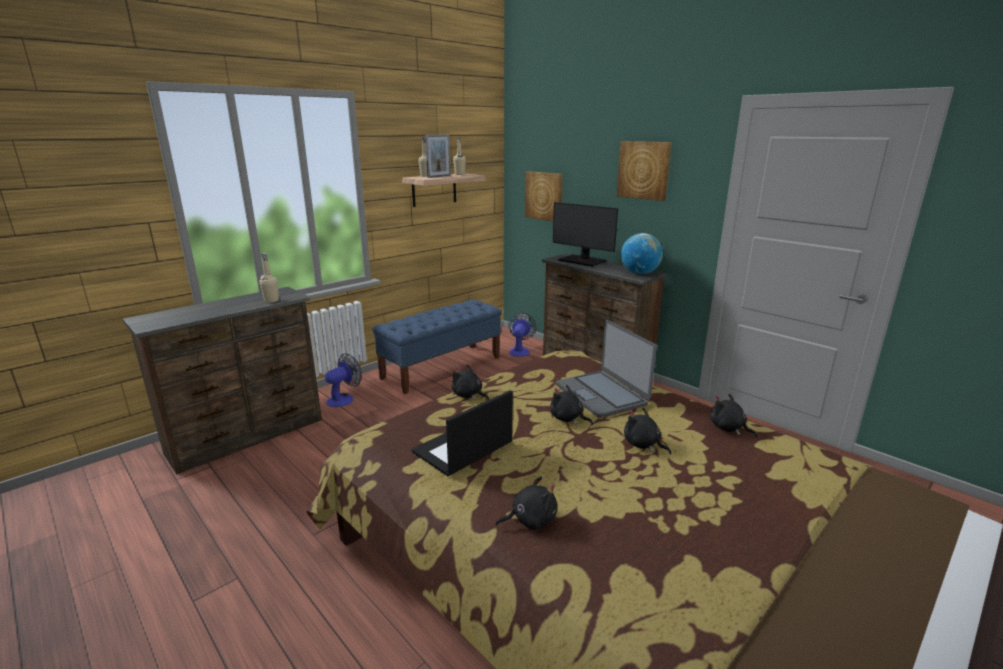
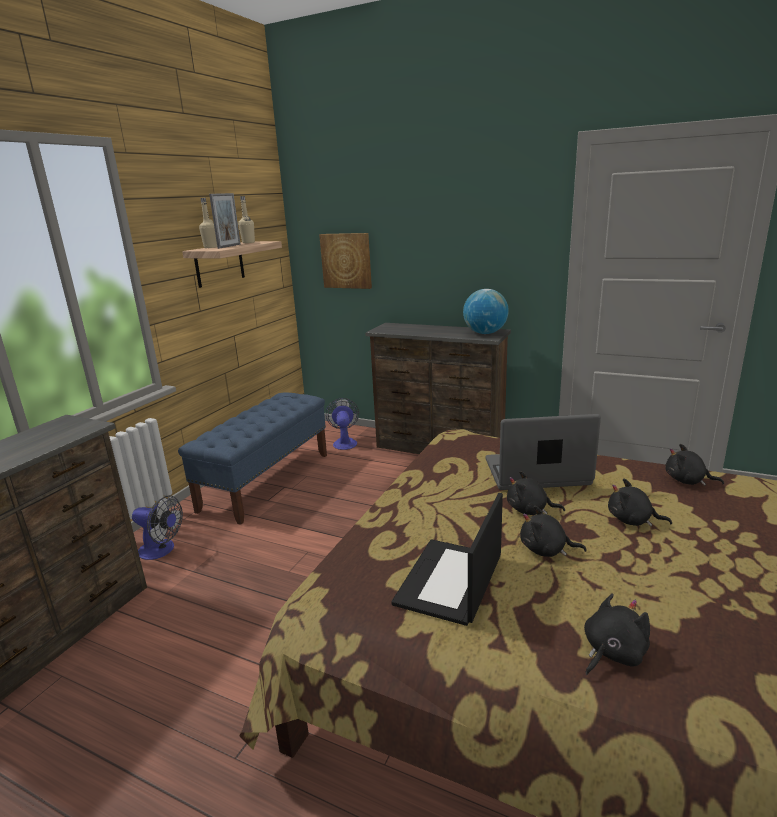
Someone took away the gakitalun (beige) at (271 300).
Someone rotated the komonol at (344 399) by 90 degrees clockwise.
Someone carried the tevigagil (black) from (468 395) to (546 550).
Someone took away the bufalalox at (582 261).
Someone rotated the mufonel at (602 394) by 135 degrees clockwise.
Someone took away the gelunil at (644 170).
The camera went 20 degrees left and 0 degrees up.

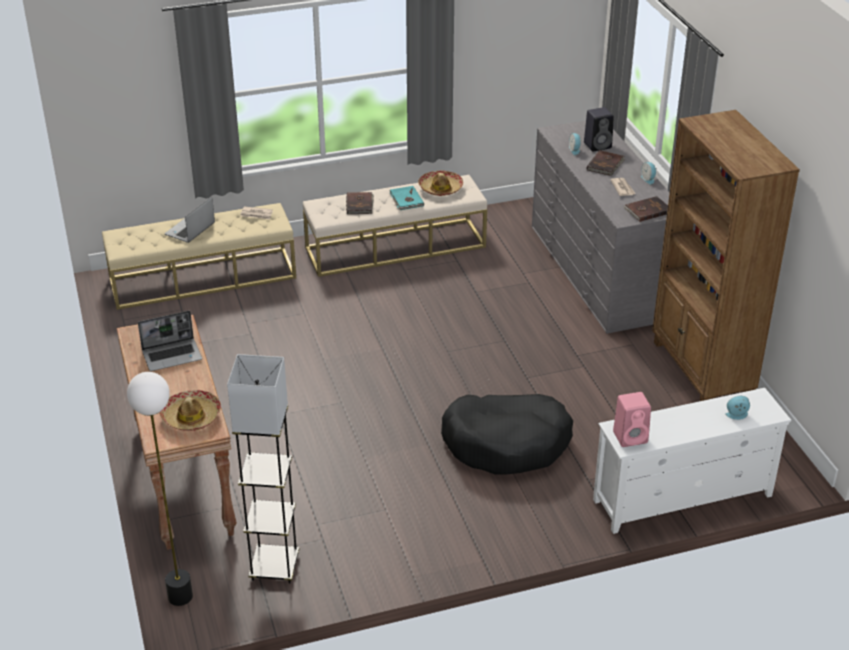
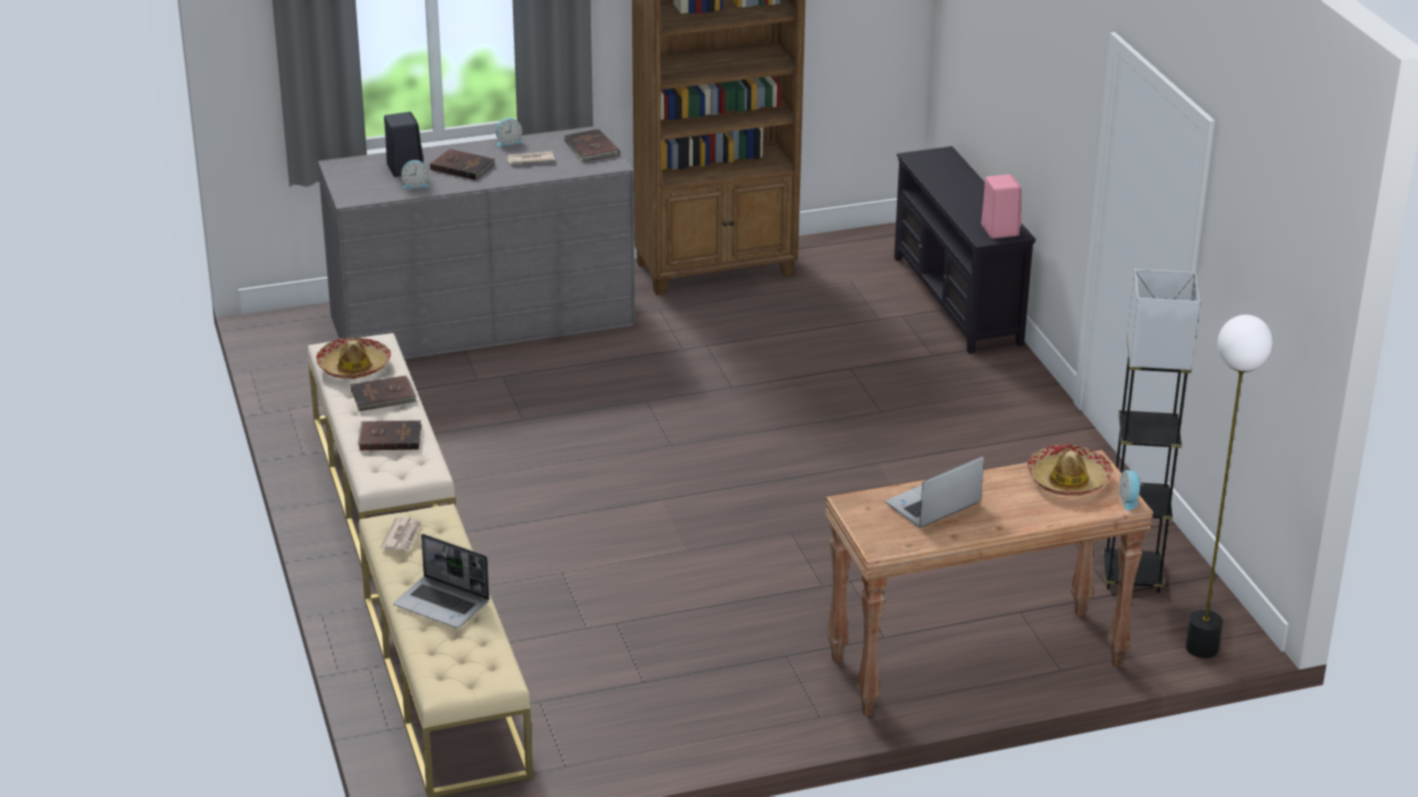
Someone rotated the mufonel at (172 355) by 105 degrees counterclockwise.
Someone repainted the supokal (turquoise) at (406 200), which became the supokal (brown) at (384 396).
Someone took away the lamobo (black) at (507 443).
Someone repainted the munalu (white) at (682 499), which became the munalu (black) at (957 301).
Someone carried the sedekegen from (737 415) to (1129 500).
The camera went 90 degrees left and 5 degrees down.

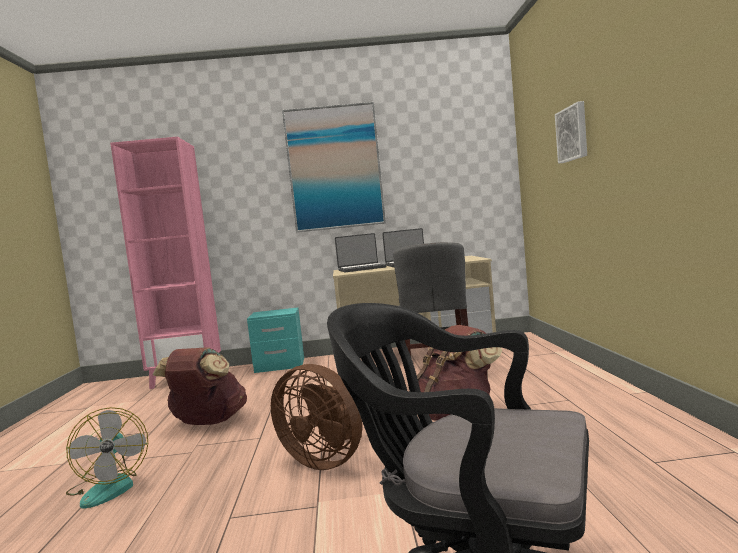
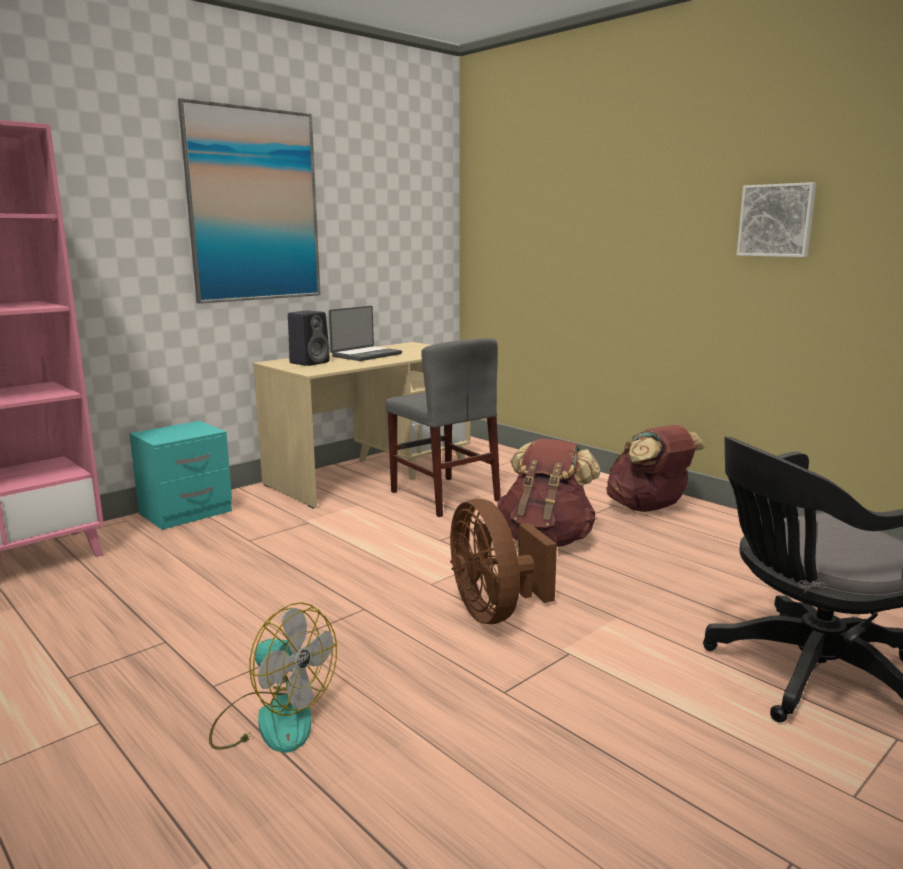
Someone carried the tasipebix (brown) from (208 422) to (648 508).
Someone rotated the komonol (brown) at (326 460) by 75 degrees clockwise.
Someone swapped the mufonel at (361 269) for the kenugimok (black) at (310 362).
Someone carried the gelunil from (573 133) to (776 220).
The camera went 40 degrees left and 10 degrees up.

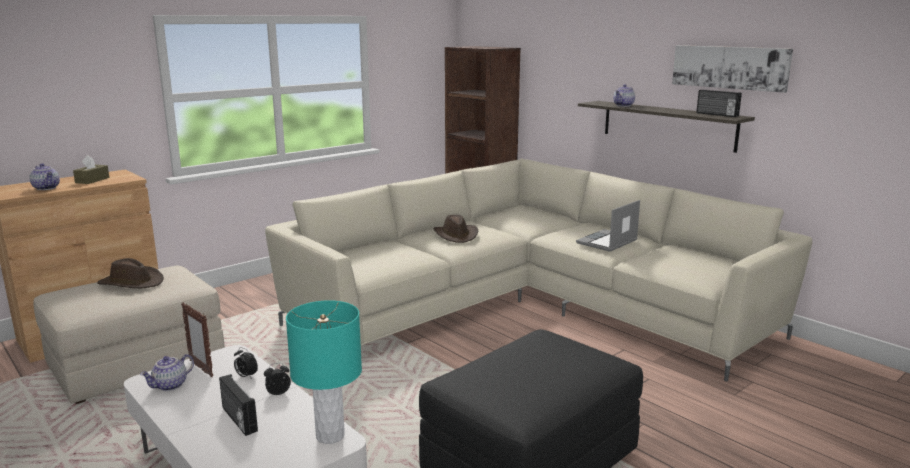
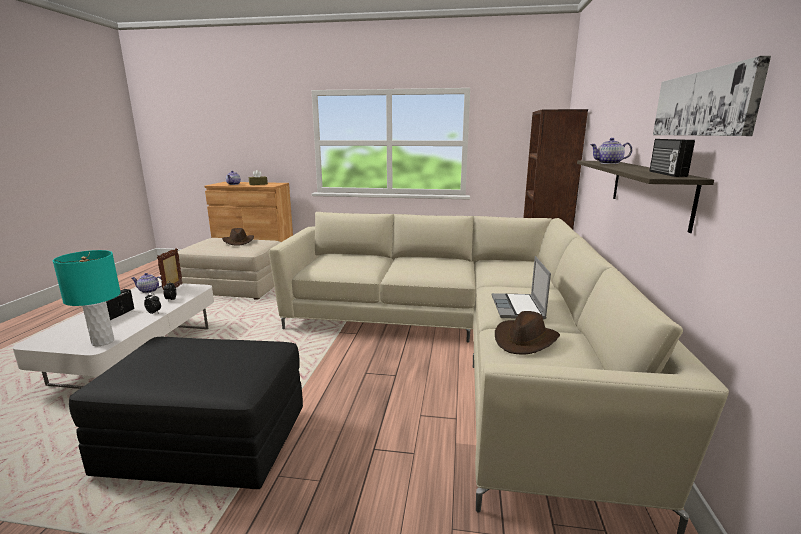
Someone carried the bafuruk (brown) from (456 235) to (525 340).
Someone rotated the mufonel at (607 242) by 90 degrees counterclockwise.
The camera went 50 degrees right and 0 degrees up.

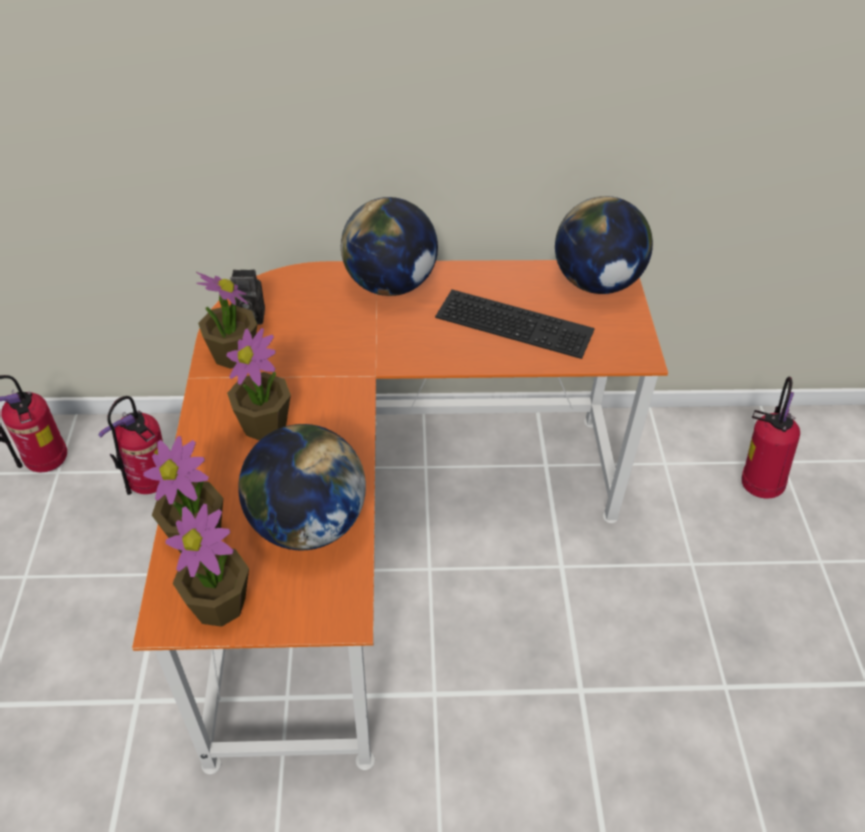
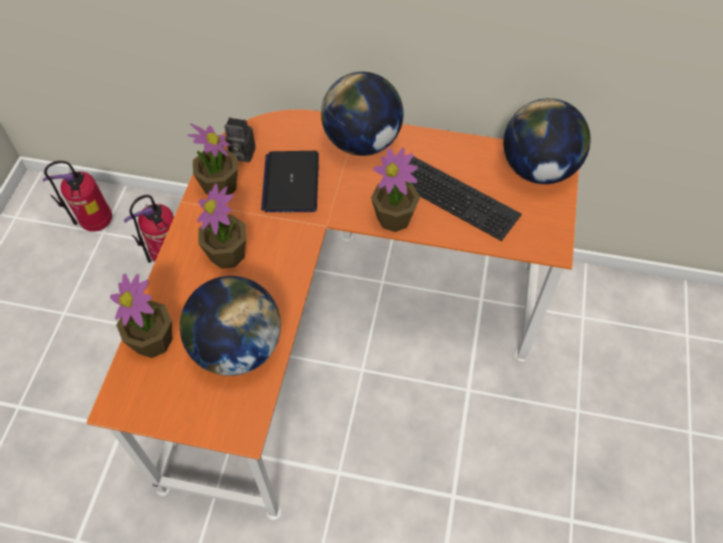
Someone carried the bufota from (219 604) to (394 218).
Someone took away the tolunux at (757 484).
Someone put down the mufonel at (291 182).
The camera went 15 degrees right and 10 degrees up.

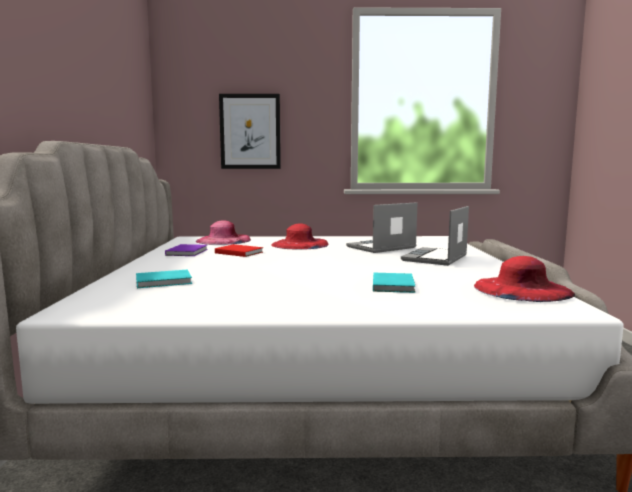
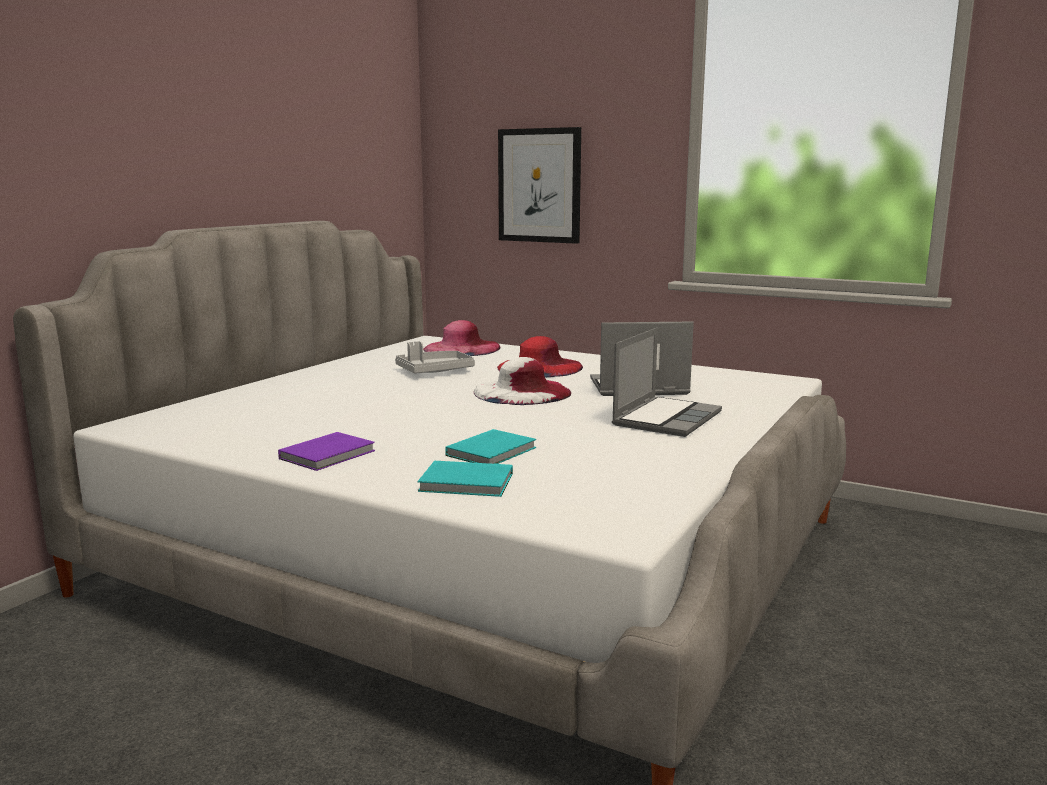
Someone carried the supokal (turquoise) from (165 281) to (468 483).
Someone carried the supokal (purple) from (188 252) to (330 454).
Someone swapped the supokal (red) at (238 252) for the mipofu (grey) at (434 371).
Someone rotated the mufonel at (435 258) by 150 degrees clockwise.
Someone took away the bafuruk (red) at (522 289).
Someone put down the bafuruk (white) at (522 392).
The camera went 30 degrees right and 5 degrees up.

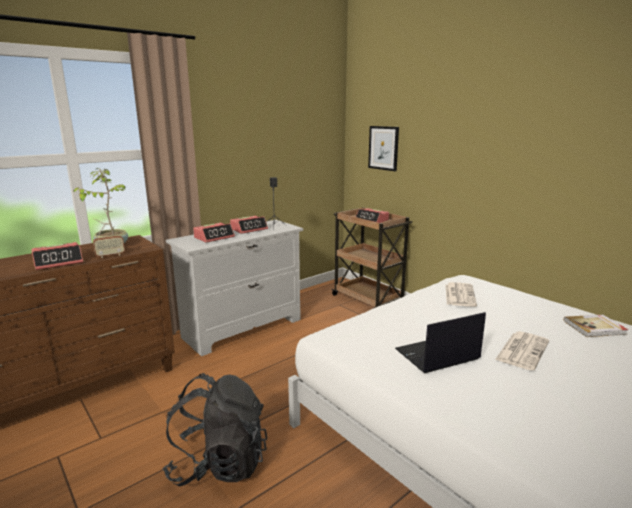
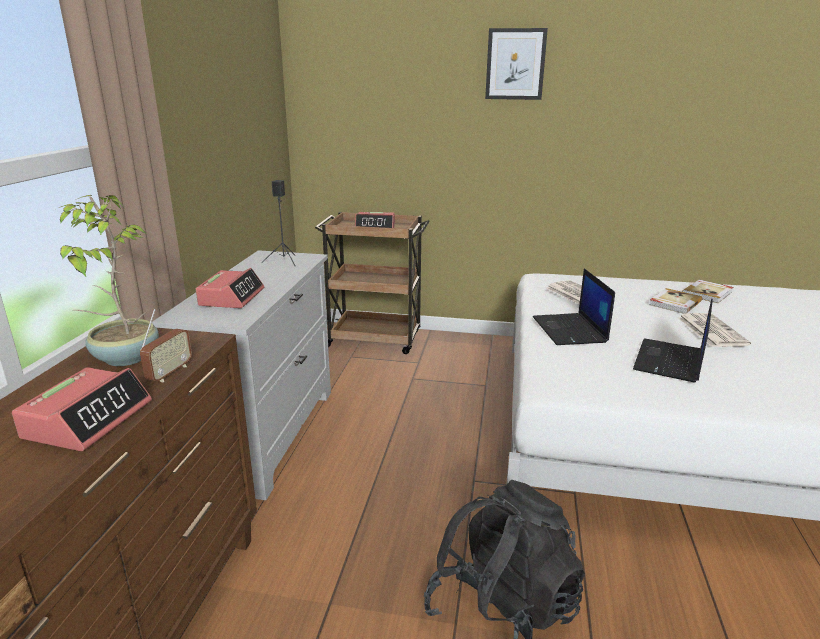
Someone took away the sedekegen at (249 229).
Someone carried the gelunil from (383 148) to (515 64).
Someone put down the mufonel at (570 330).
Someone put down the supokal at (674 303).
The camera went 40 degrees left and 5 degrees up.

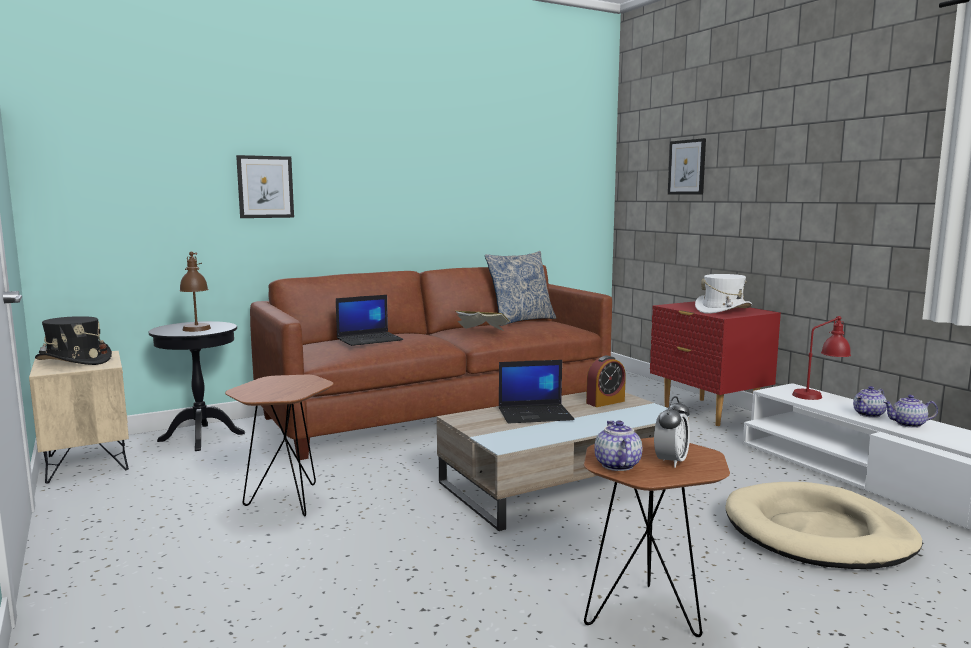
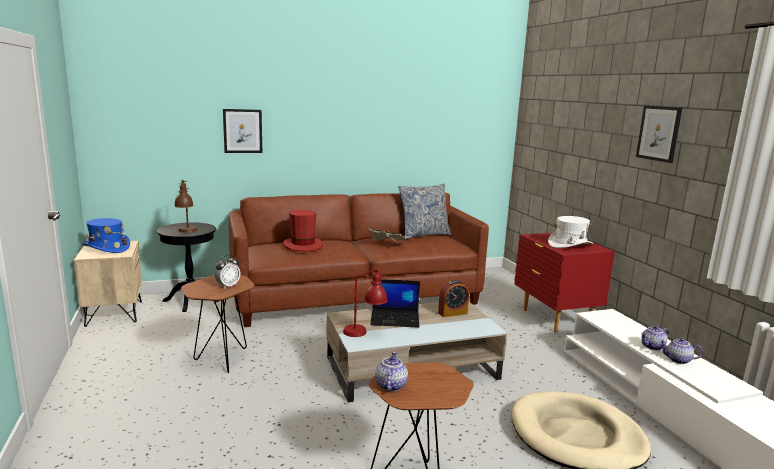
Someone repainted the bafuruk (black) at (74 361), which became the bafuruk (blue) at (106 248).
Someone swapped the mufonel at (370 339) for the bafuruk (red) at (303 246).
Someone carried the sedekegen from (671 461) to (228 286).
Someone carried the gelunil from (687 167) to (659 133).
Someone carried the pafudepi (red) from (819 396) to (365 333).
The camera went 10 degrees right and 5 degrees up.

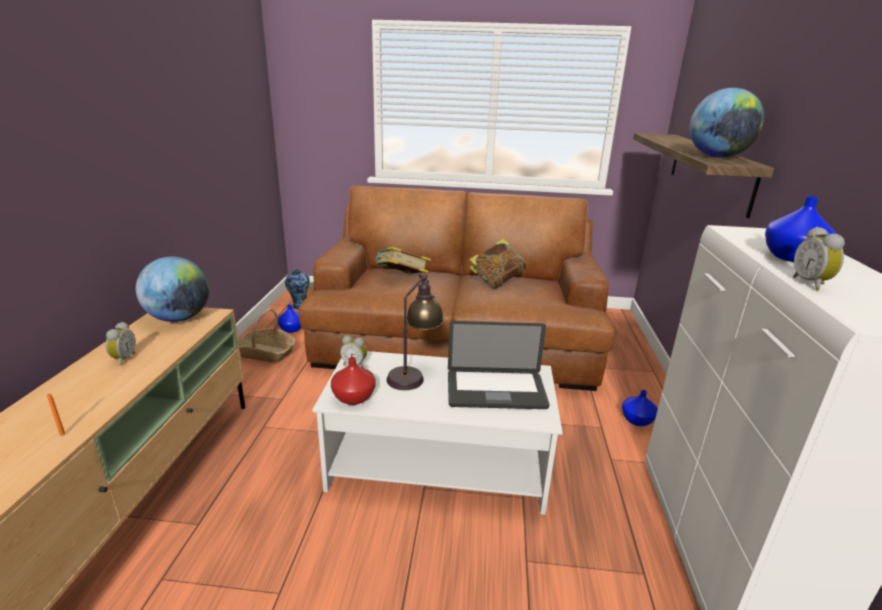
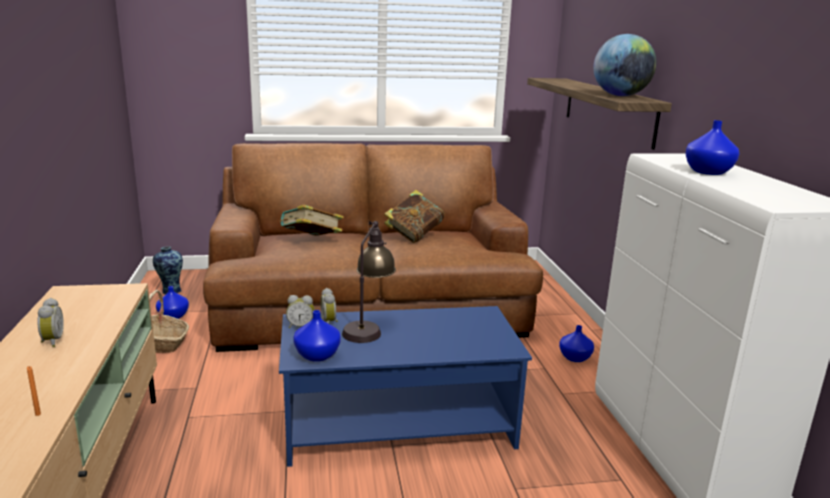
Someone took away the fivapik at (179 318).
Someone repainted the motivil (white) at (439 464), which became the motivil (blue) at (399 422).
Someone repainted the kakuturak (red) at (353 398), which became the kakuturak (blue) at (316 356).
Someone took away the mufonel at (496 391).
Someone carried the sedekegen from (811 284) to (330 322).
The camera went 15 degrees left and 5 degrees down.

